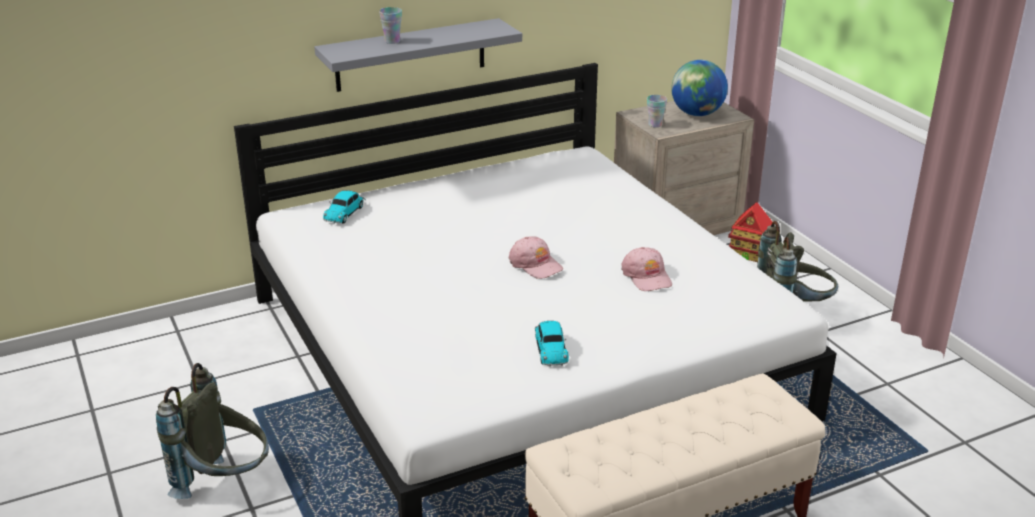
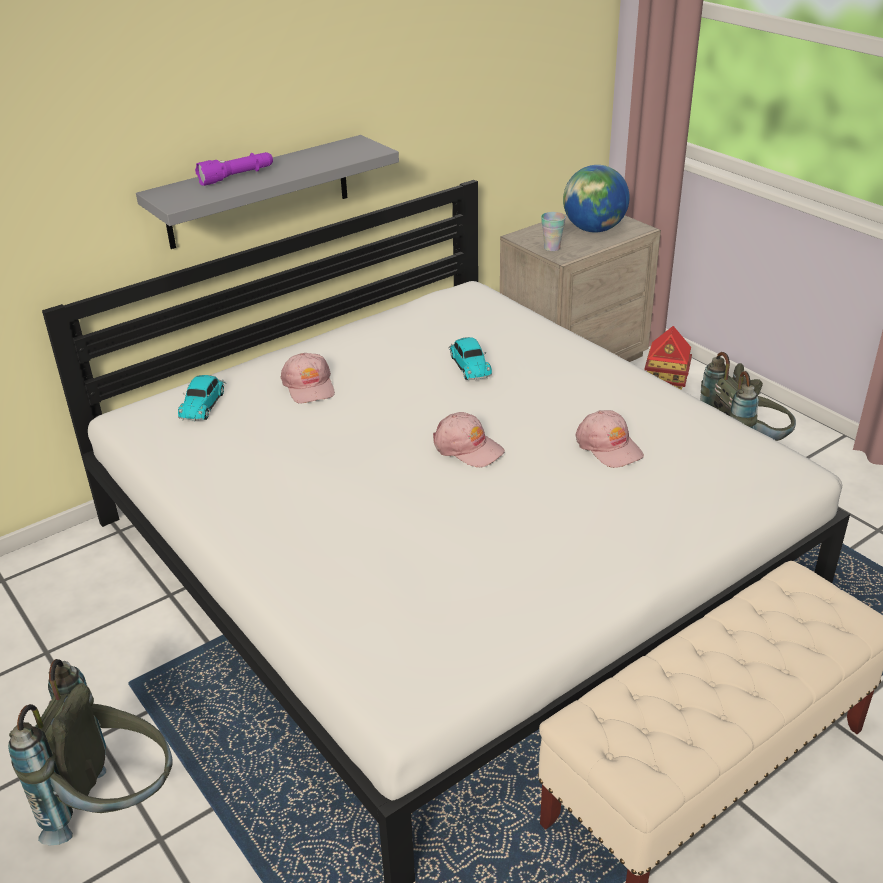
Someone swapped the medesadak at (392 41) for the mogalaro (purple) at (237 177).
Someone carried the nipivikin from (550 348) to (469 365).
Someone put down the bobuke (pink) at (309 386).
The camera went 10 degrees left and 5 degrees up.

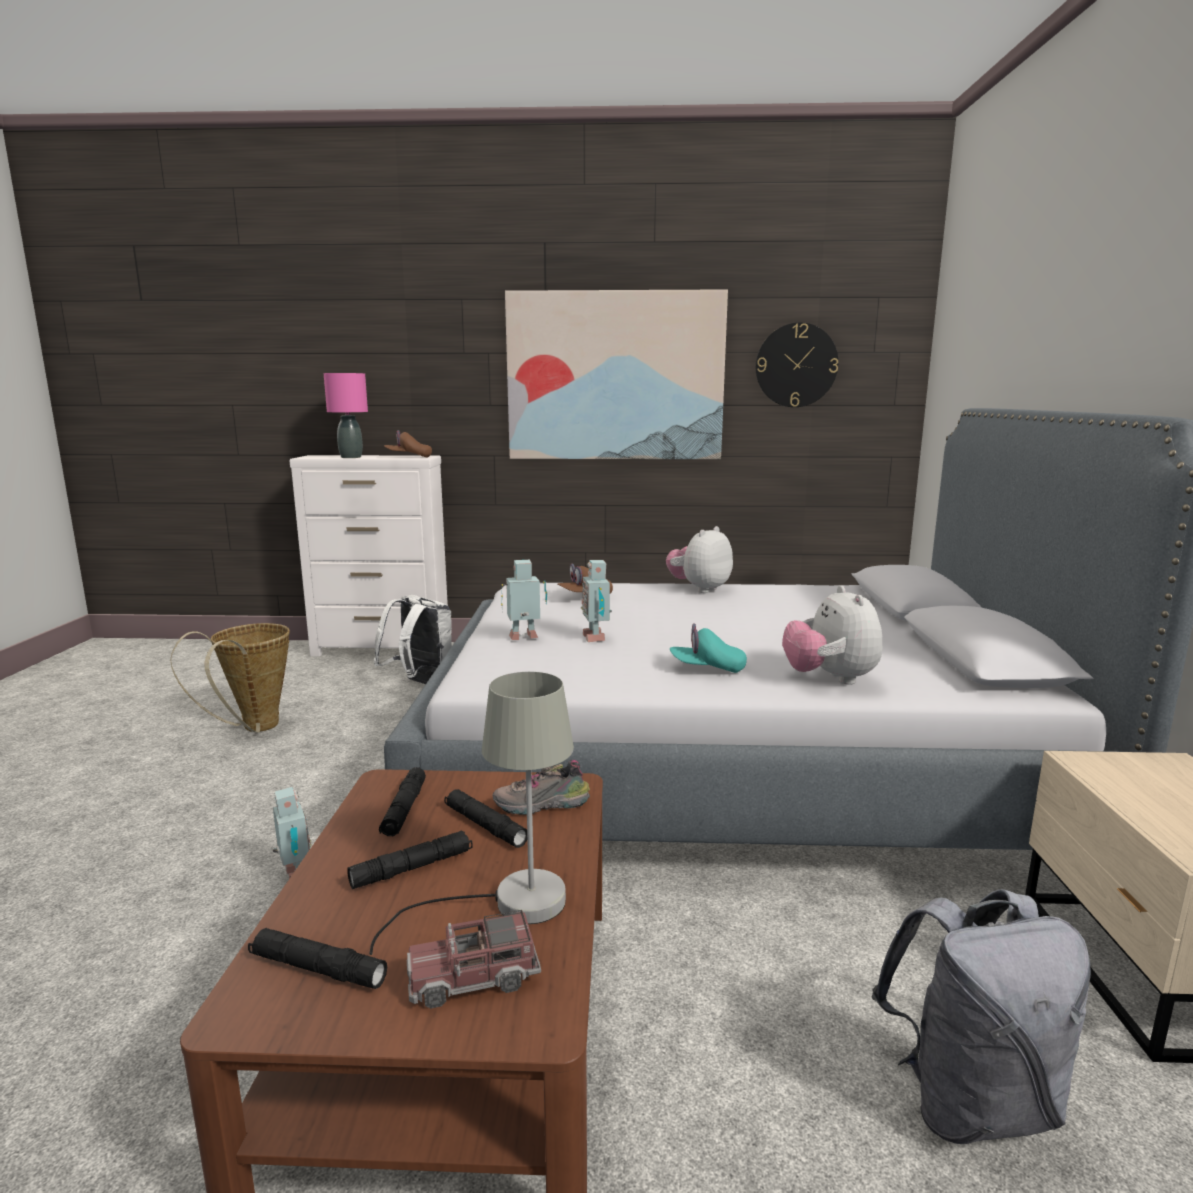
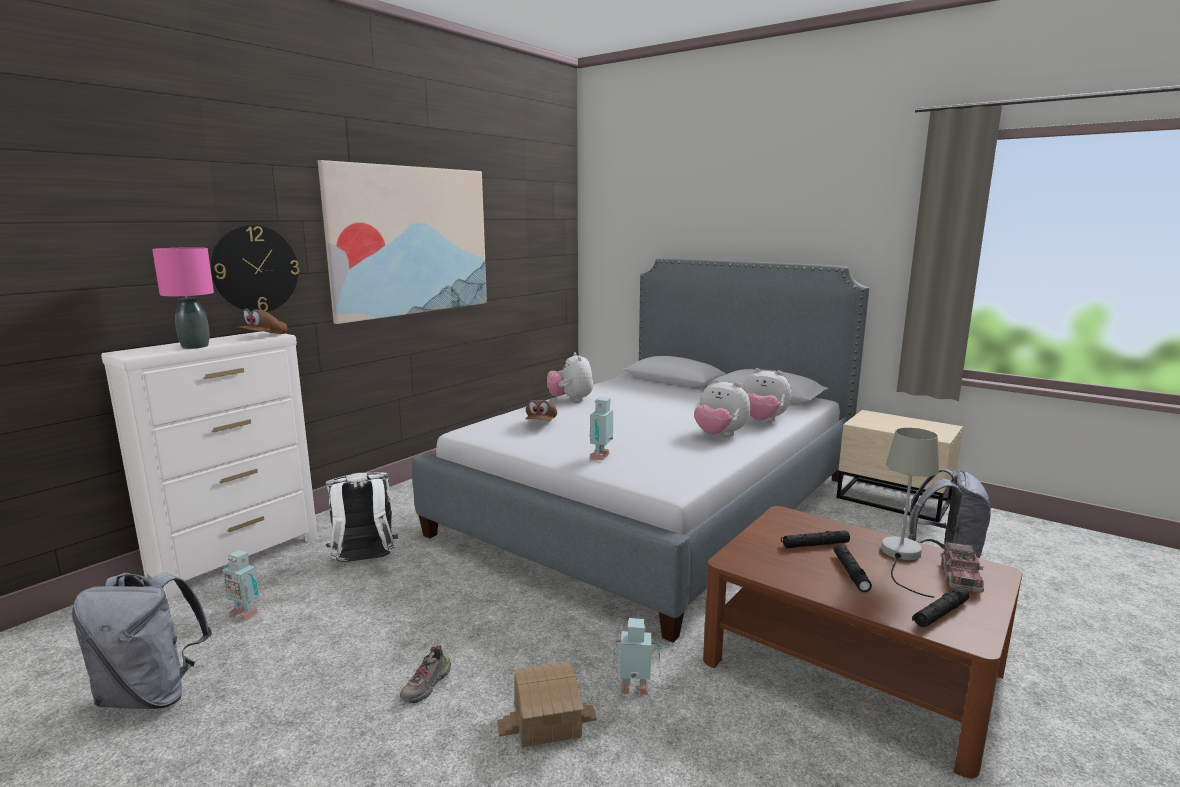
Someone took away the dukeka at (253 729).
Someone took away the mogalaro (black) at (404 809).
Someone carried the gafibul from (541 805) to (427 686).
Someone carried the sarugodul from (596 637) to (245 613).
Someone swapped the bobuke (turquoise) at (707 669) for the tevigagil at (719 435).
Someone carried the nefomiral from (796 365) to (255 269).
Someone put down the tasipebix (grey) at (152 694).
Someone put down the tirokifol at (546 720).
The camera went 55 degrees left and 0 degrees up.

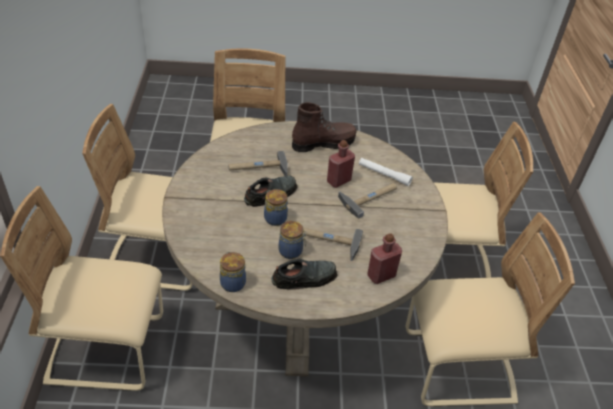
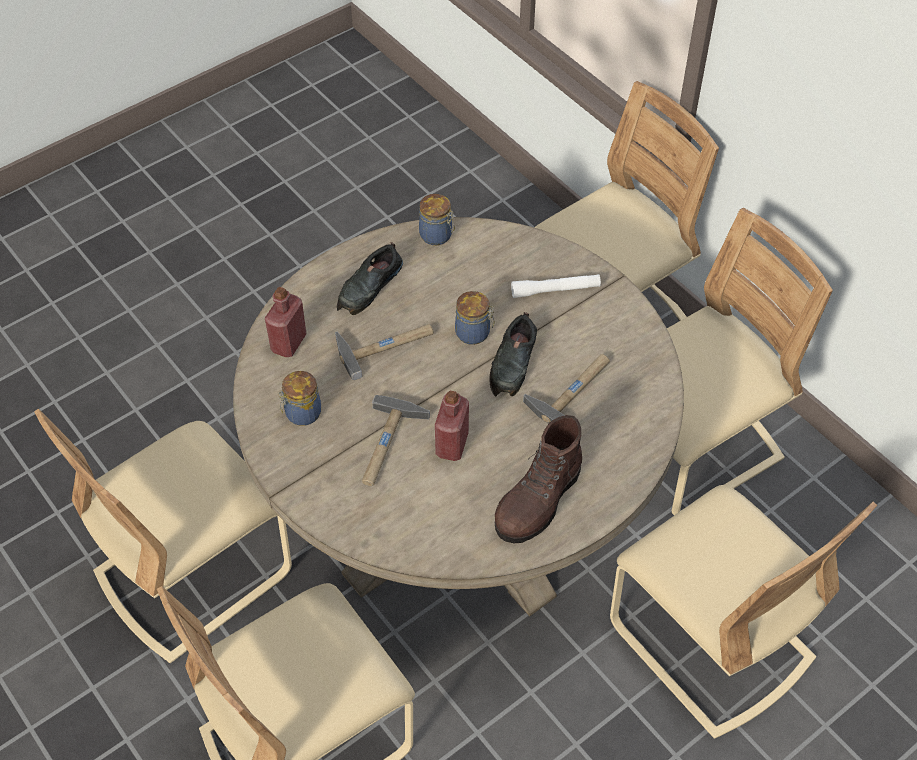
Someone carried the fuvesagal from (291 251) to (301 413).
Someone carried the mogalaro (white) from (384 175) to (555 290).
The camera went 145 degrees right and 10 degrees up.

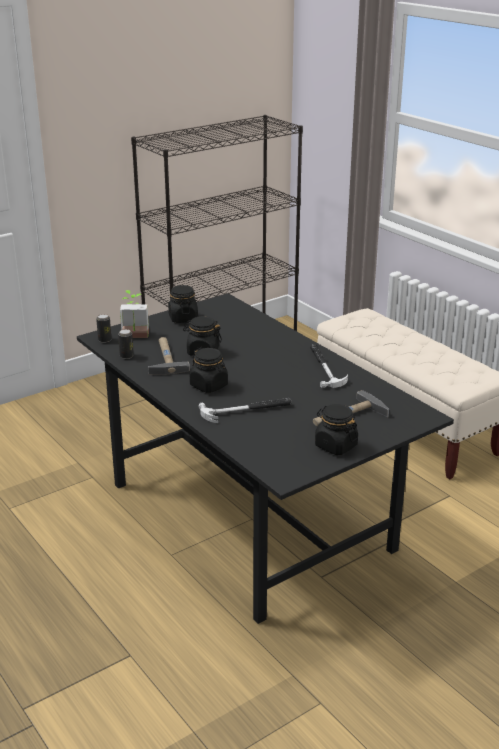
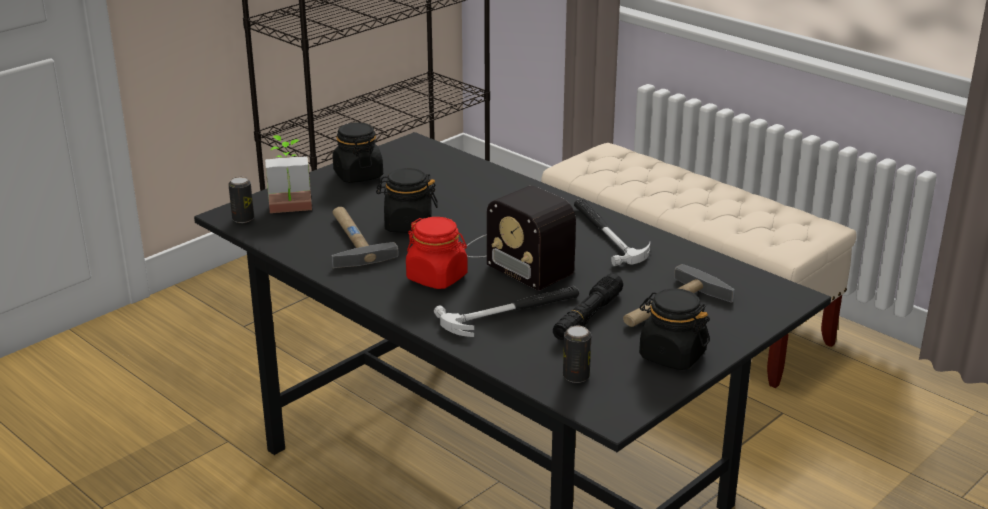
Someone carried the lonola from (126 356) to (576 376).
Someone repainted the fuvesagal (black) at (209 385), which became the fuvesagal (red) at (437 277).
Someone put down the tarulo at (515 257).
Someone put down the mogalaro (black) at (587 316).
The camera went 10 degrees left and 0 degrees up.

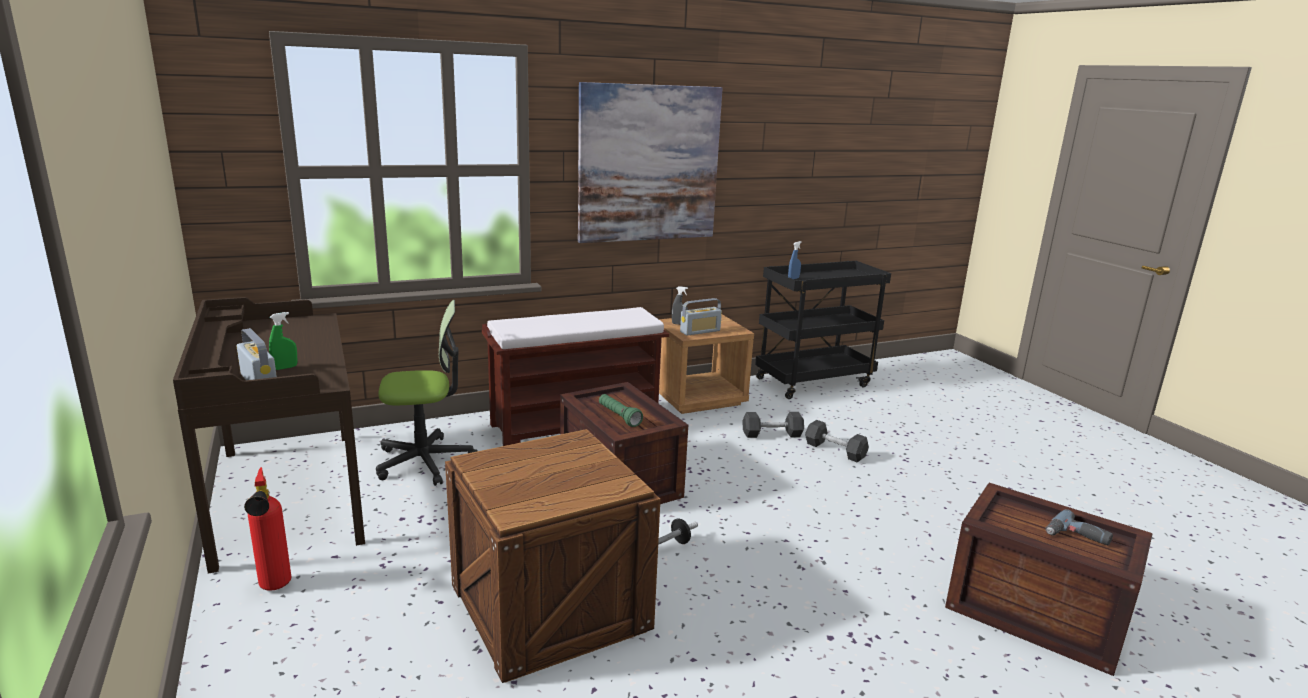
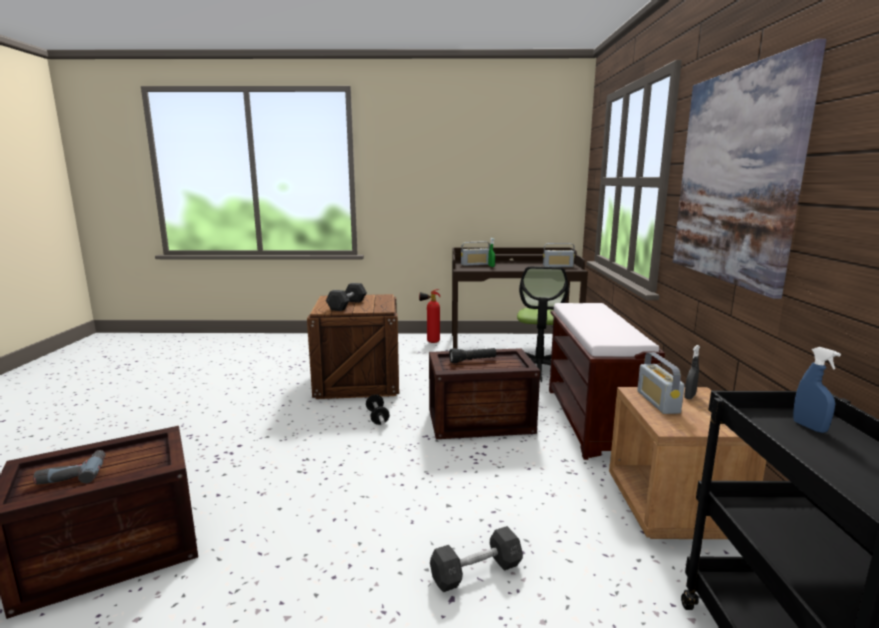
Someone repainted the mogalaro (green) at (619 417), which became the mogalaro (black) at (473 361).
Someone carried the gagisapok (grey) from (772 434) to (347 305).
Someone put down the tarulo at (558 266).
The camera went 115 degrees right and 5 degrees down.

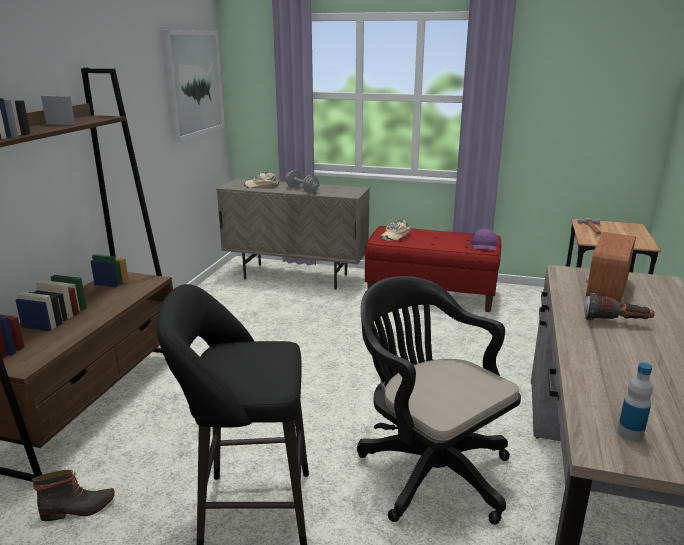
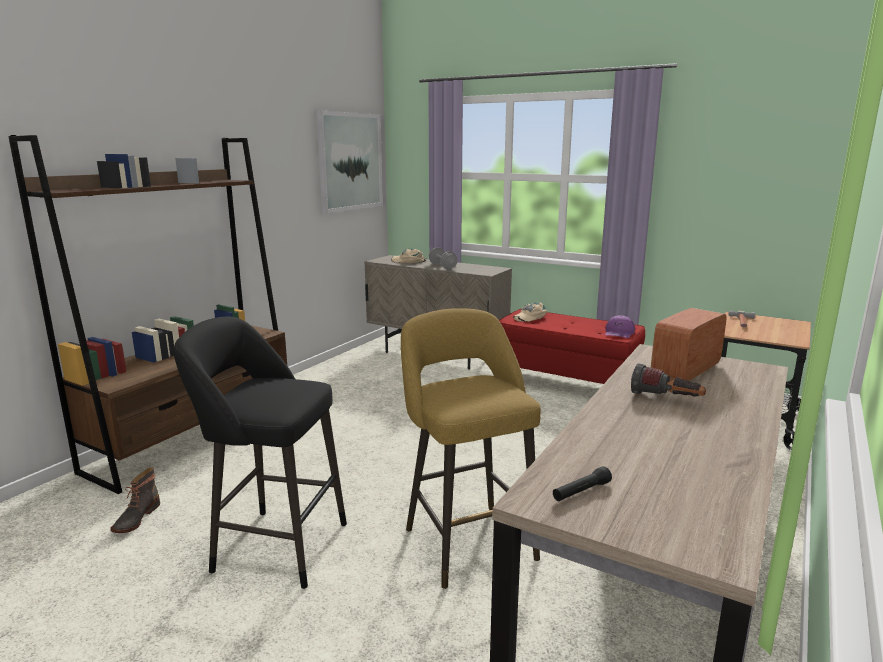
Someone rotated the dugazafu at (78 509) by 105 degrees clockwise.
Someone swapped the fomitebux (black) at (428 469) for the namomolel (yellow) at (466 539).
Someone swapped the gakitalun at (630 434) for the mogalaro (black) at (581 491).
The camera went 15 degrees right and 5 degrees down.

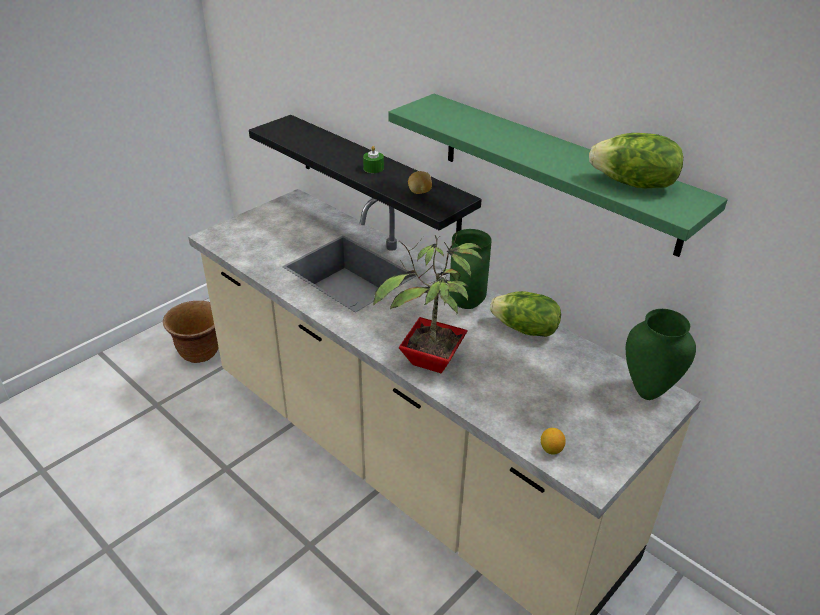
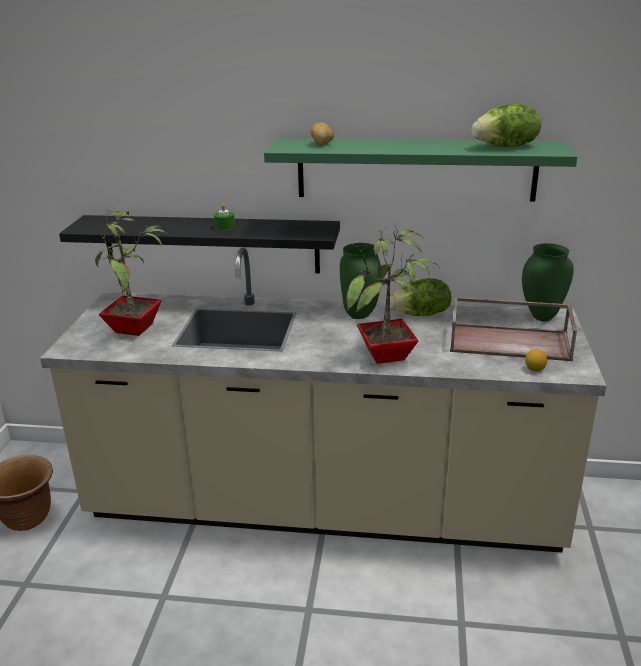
Someone carried the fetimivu from (420 192) to (322 144).
Someone put down the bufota at (136 329).
Someone put down the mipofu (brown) at (510 341).
The camera went 35 degrees left and 10 degrees down.

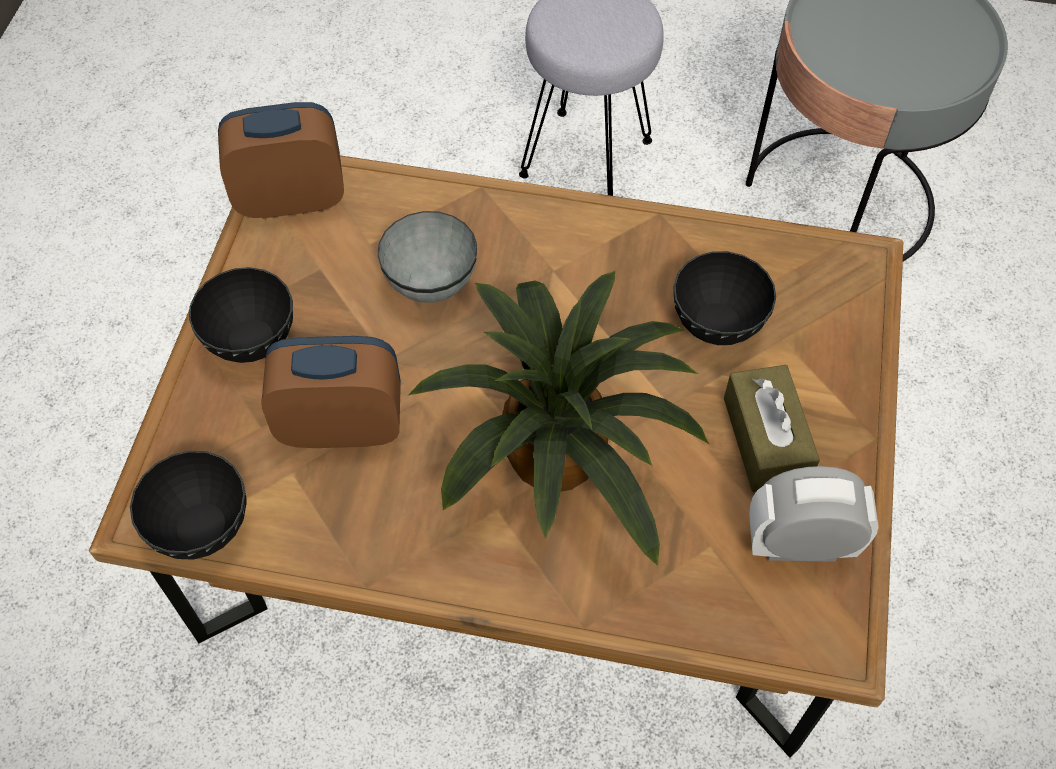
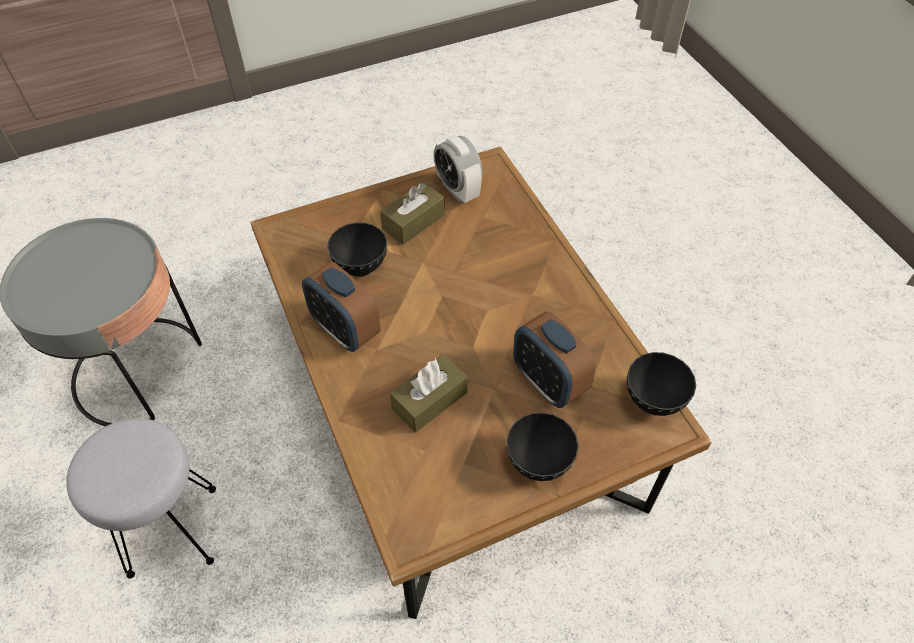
Someone carried the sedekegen from (291 199) to (345 330).
Someone swapped the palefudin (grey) at (430 283) for the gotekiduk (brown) at (429 400).
Someone took away the bufota at (561 461).
The camera went 125 degrees left and 5 degrees down.

